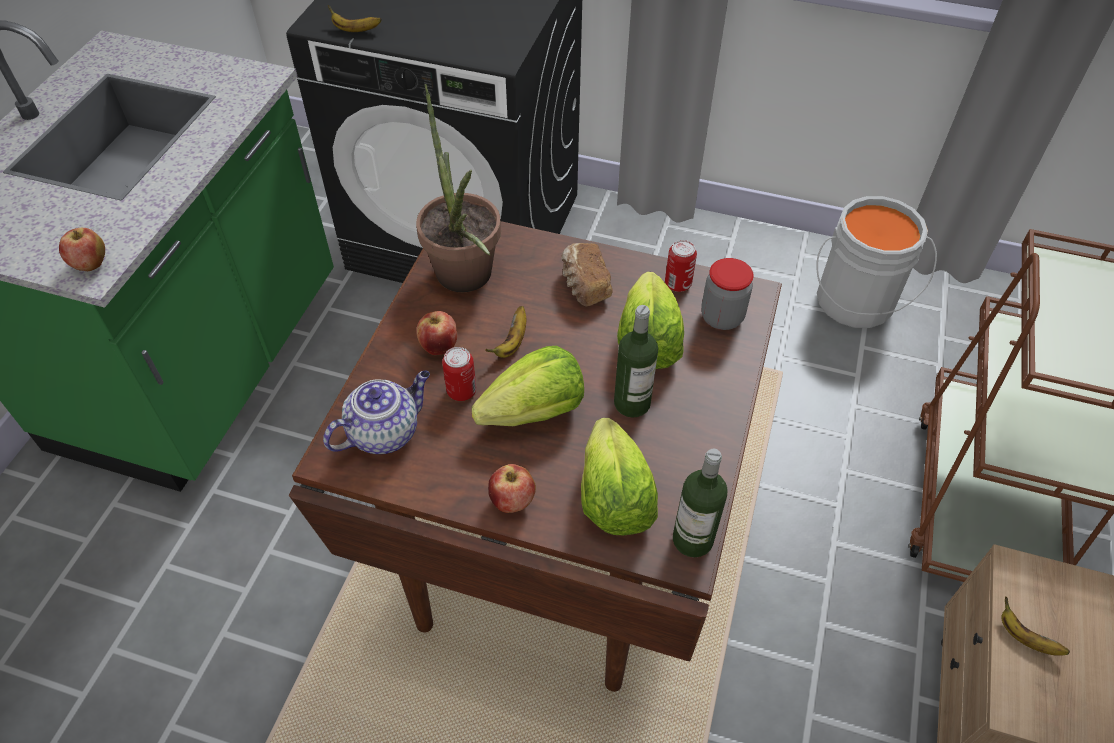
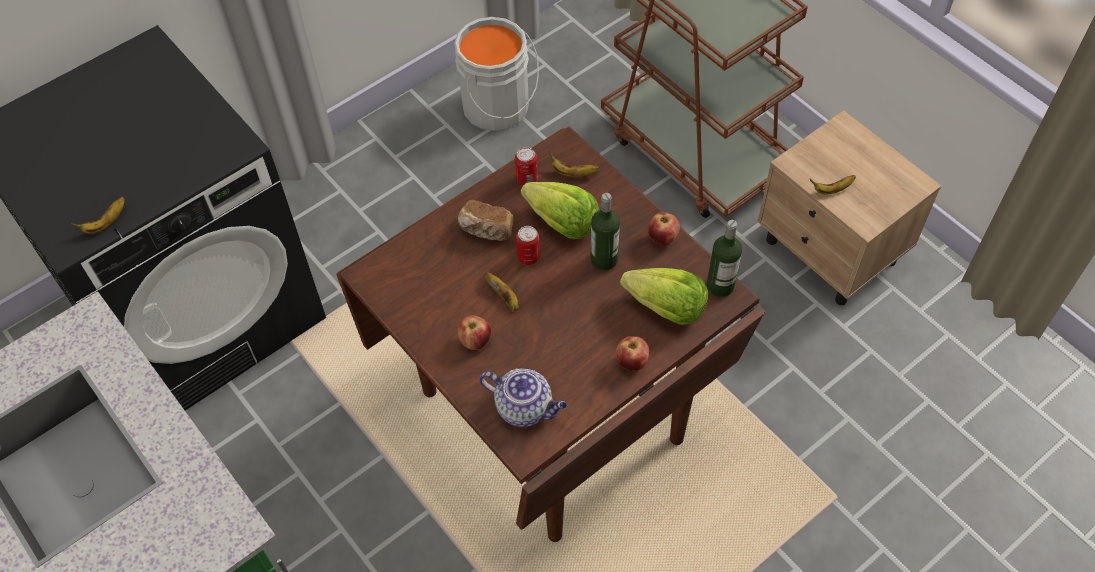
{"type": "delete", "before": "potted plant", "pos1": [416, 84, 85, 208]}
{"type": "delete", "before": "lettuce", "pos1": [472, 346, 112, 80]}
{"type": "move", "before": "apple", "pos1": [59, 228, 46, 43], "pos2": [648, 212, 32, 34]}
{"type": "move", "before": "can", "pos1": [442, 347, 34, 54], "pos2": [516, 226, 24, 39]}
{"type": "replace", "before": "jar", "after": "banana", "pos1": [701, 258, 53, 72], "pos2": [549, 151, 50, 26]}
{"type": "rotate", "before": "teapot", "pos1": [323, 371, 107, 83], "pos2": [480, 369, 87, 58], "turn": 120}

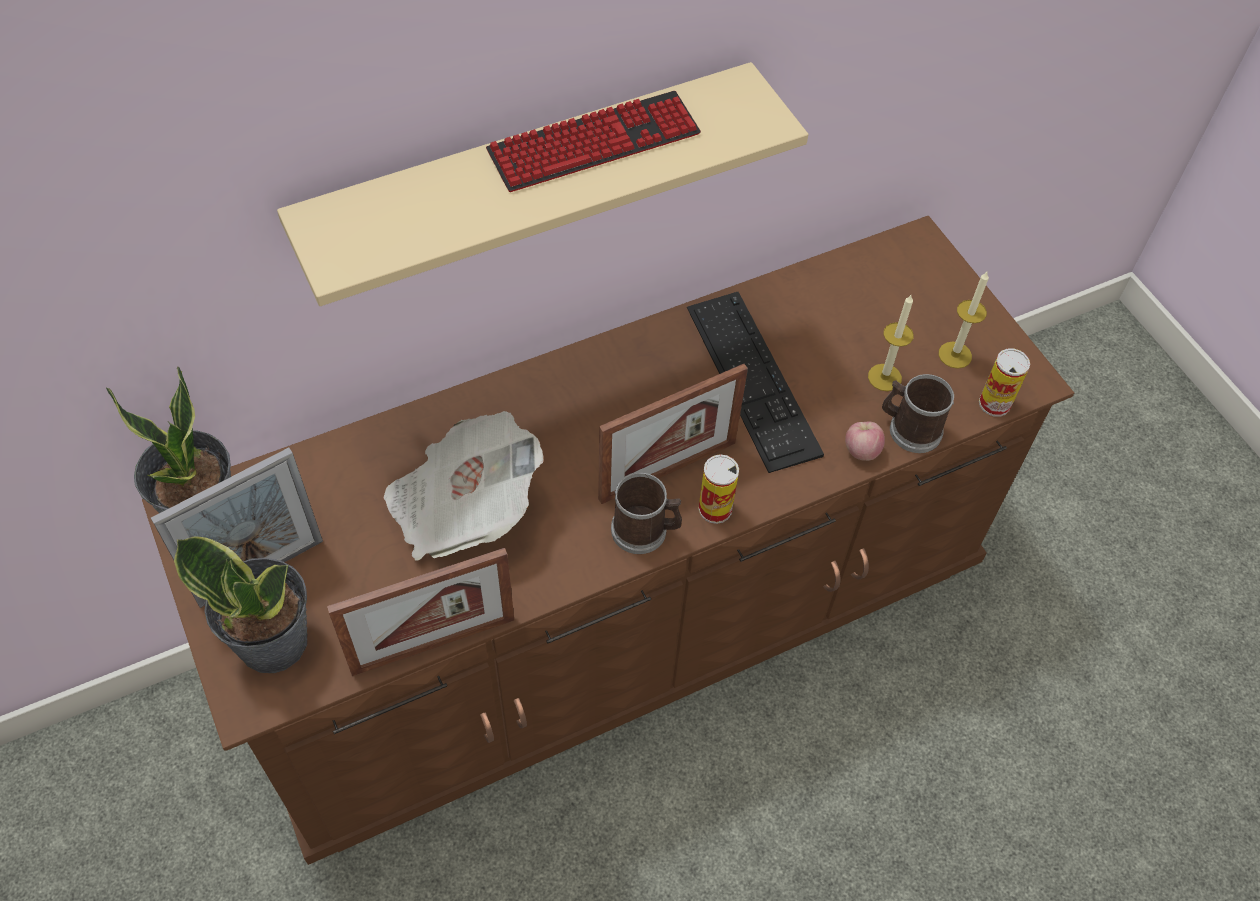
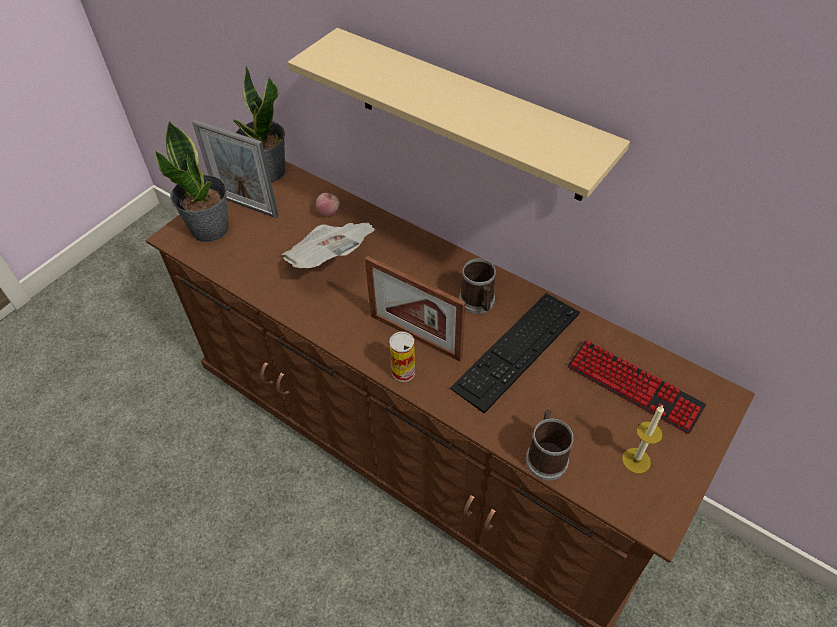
{"type": "delete", "before": "picture frame", "pos1": [327, 548, 187, 128]}
{"type": "delete", "before": "candle", "pos1": [868, 295, 46, 96]}
{"type": "delete", "before": "can", "pos1": [979, 349, 51, 68]}
{"type": "move", "before": "keyboard", "pos1": [486, 91, 215, 101], "pos2": [567, 340, 139, 94]}
{"type": "move", "before": "mug", "pos1": [611, 473, 71, 81], "pos2": [459, 259, 37, 55]}
{"type": "move", "before": "apple", "pos1": [845, 422, 40, 39], "pos2": [316, 193, 24, 24]}

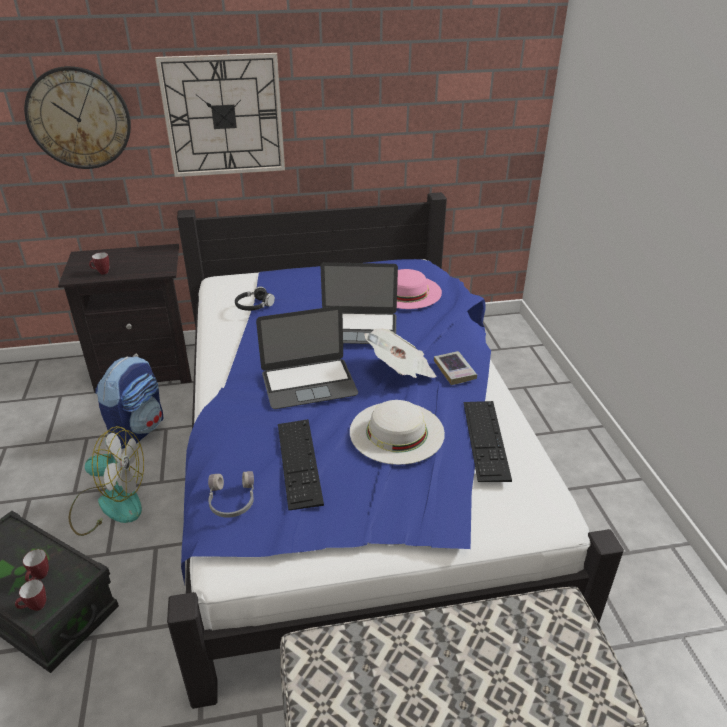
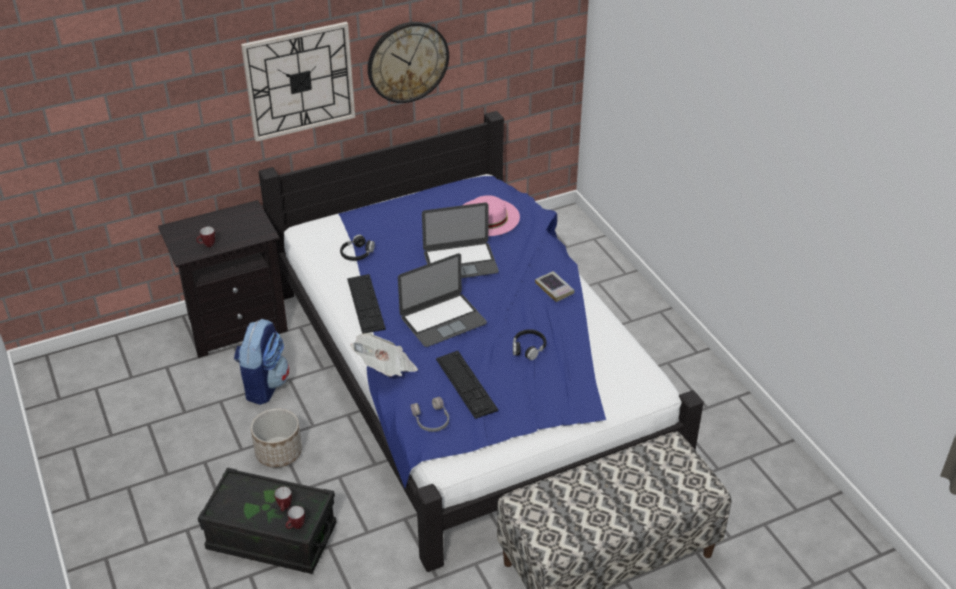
{"type": "move", "before": "wall clock", "pos1": [24, 66, 107, 103], "pos2": [368, 22, 81, 81]}
{"type": "move", "before": "newspaper", "pos1": [364, 329, 72, 49], "pos2": [350, 333, 68, 44]}
{"type": "move", "before": "keyboard", "pos1": [464, 401, 48, 81], "pos2": [347, 274, 39, 60]}
{"type": "replace", "before": "fan", "after": "planter", "pos1": [68, 426, 76, 110], "pos2": [251, 409, 51, 59]}
{"type": "replace", "before": "hat (white)", "after": "headphones (black)", "pos1": [350, 400, 95, 65], "pos2": [513, 329, 33, 31]}

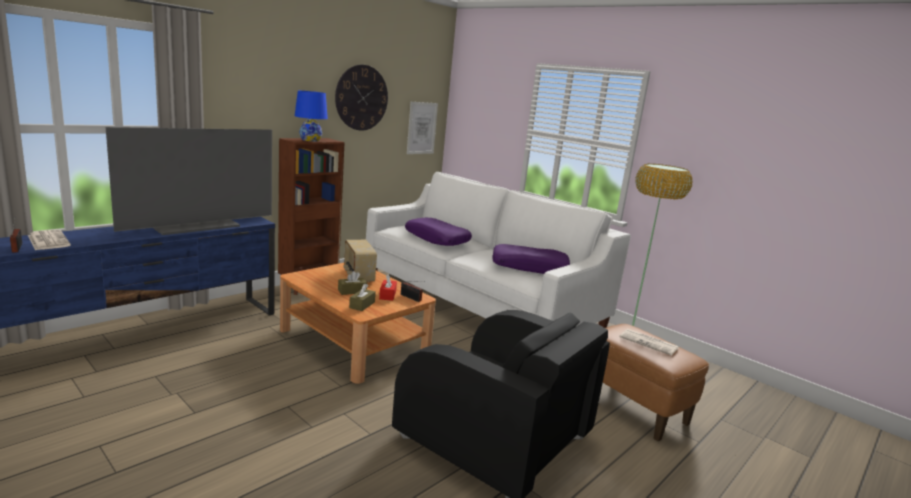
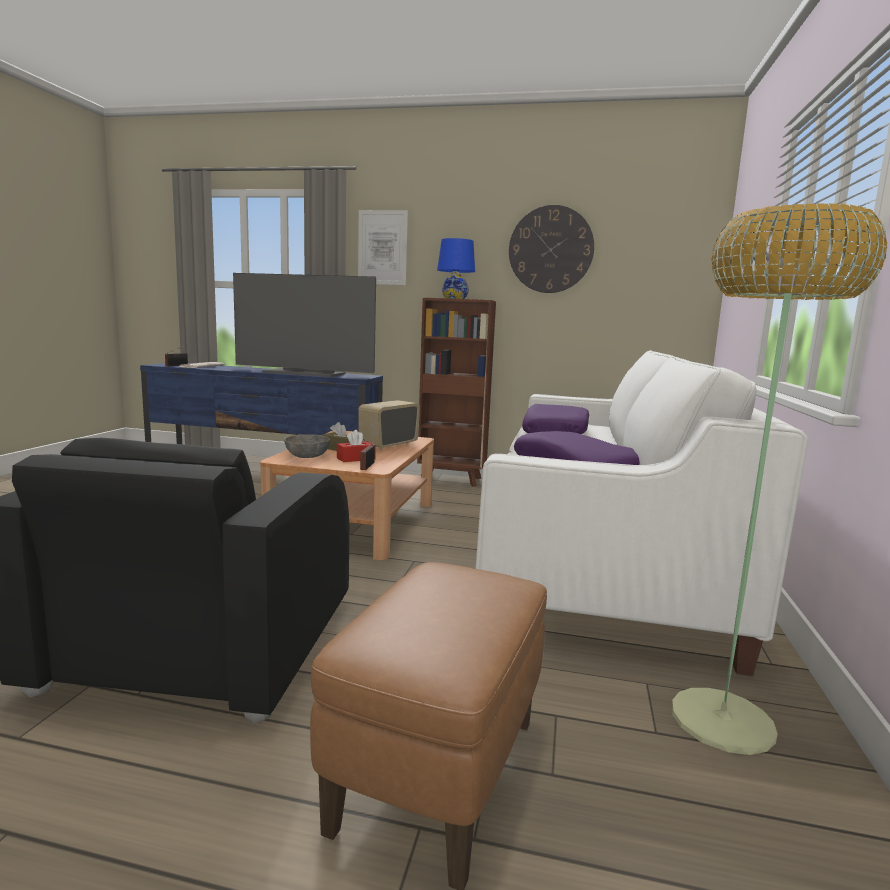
{"type": "delete", "before": "newspaper", "pos1": [619, 329, 60, 26]}
{"type": "move", "before": "picture", "pos1": [407, 102, 31, 52], "pos2": [358, 210, 50, 75]}
{"type": "replace", "before": "tissue box (brown)", "after": "bowl (grey)", "pos1": [349, 284, 27, 27], "pos2": [284, 434, 46, 24]}

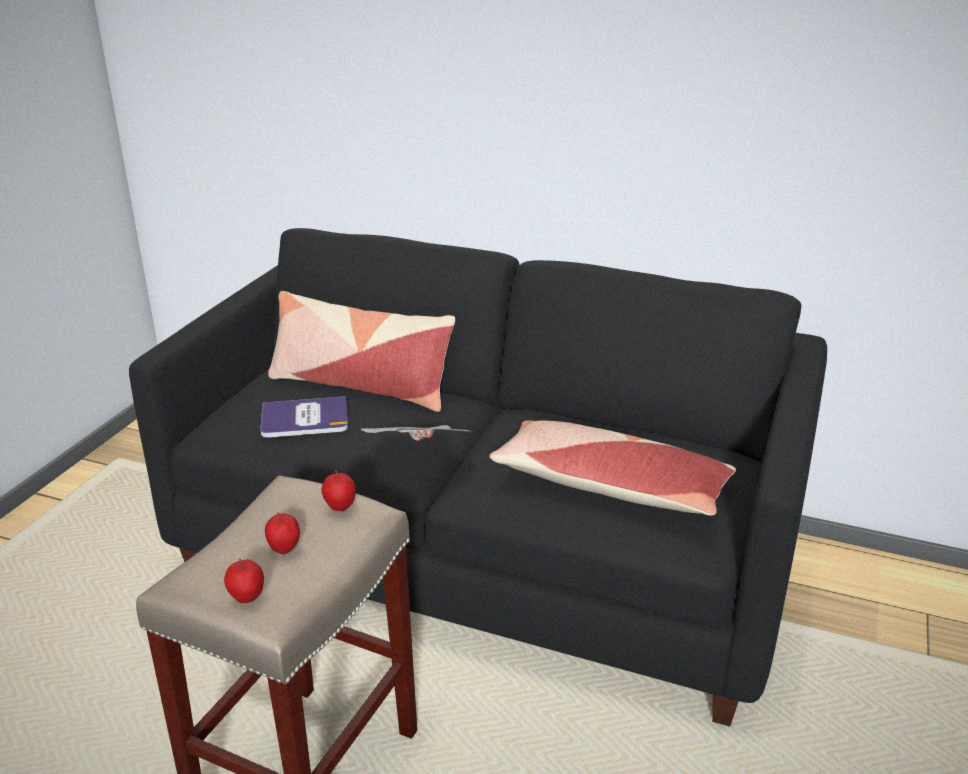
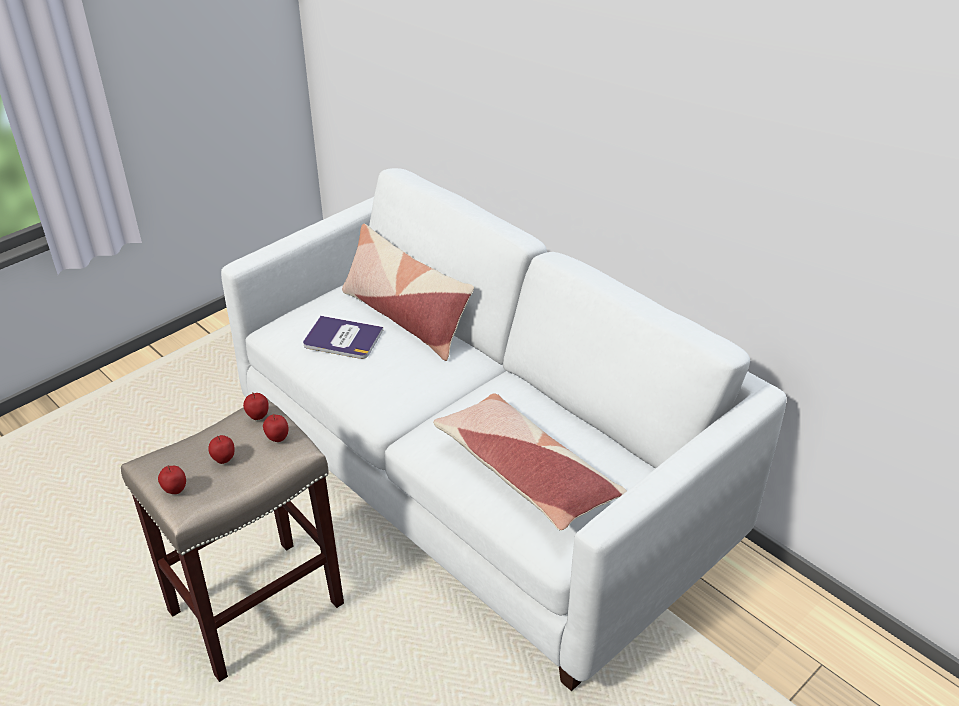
{"type": "delete", "before": "newspaper", "pos1": [360, 425, 113, 16]}
{"type": "insert", "after": "apple", "pos2": [243, 392, 26, 28]}
{"type": "recolor", "before": "sofa (black)", "after": "sofa (white)", "pos1": [129, 228, 698, 499], "pos2": [221, 168, 566, 523]}

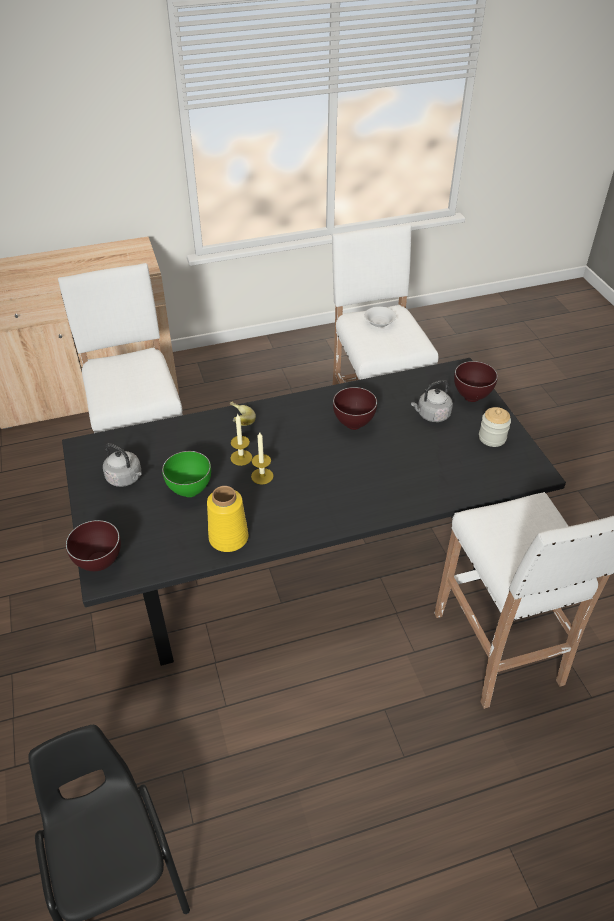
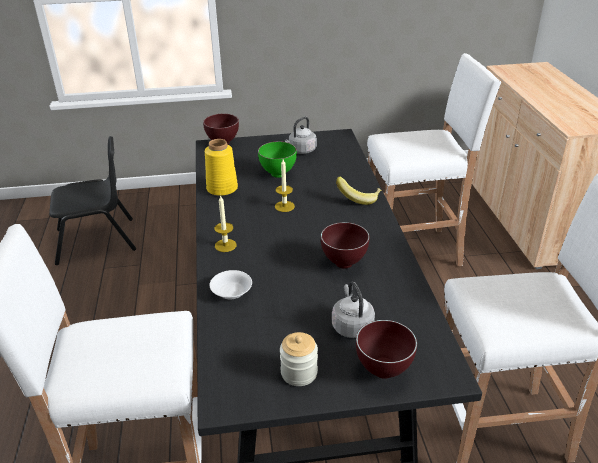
{"type": "move", "before": "candle", "pos1": [230, 413, 22, 53], "pos2": [214, 195, 23, 57]}
{"type": "move", "before": "bowl (white)", "pos1": [364, 307, 32, 20], "pos2": [209, 270, 43, 29]}

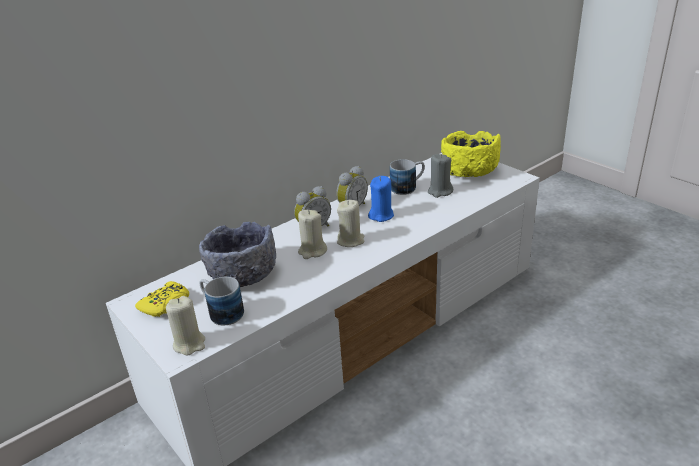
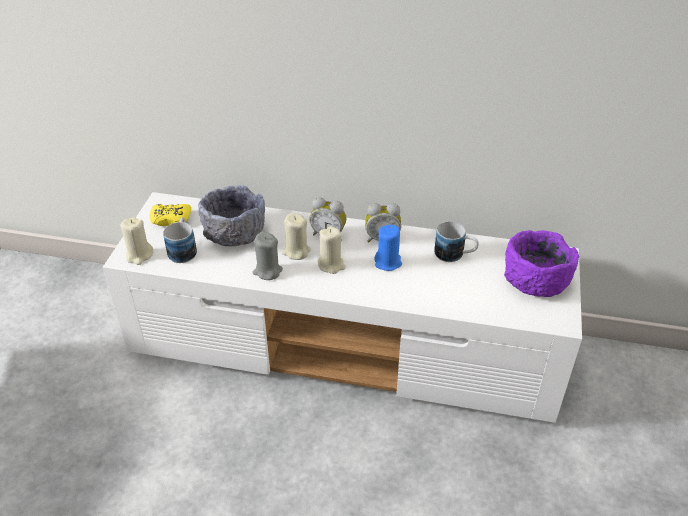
{"type": "move", "before": "candle (grey)", "pos1": [428, 154, 25, 44], "pos2": [252, 232, 31, 48]}
{"type": "recolor", "before": "bowl (yellow)", "after": "bowl (purple)", "pos1": [441, 131, 60, 46], "pos2": [504, 230, 75, 67]}

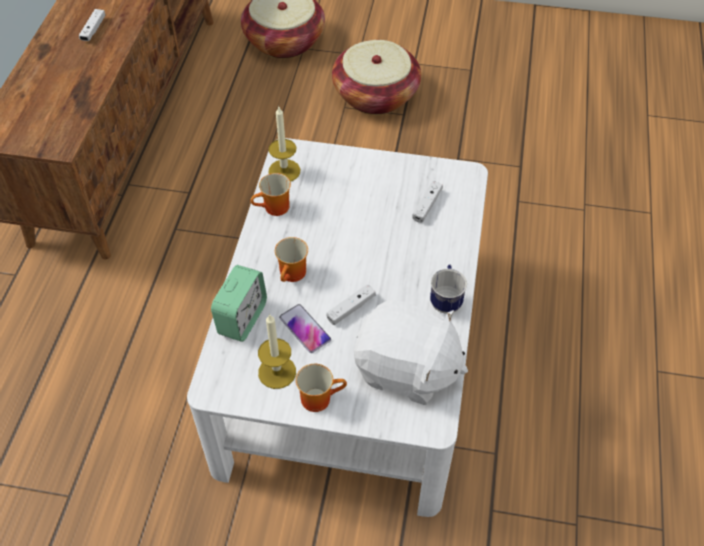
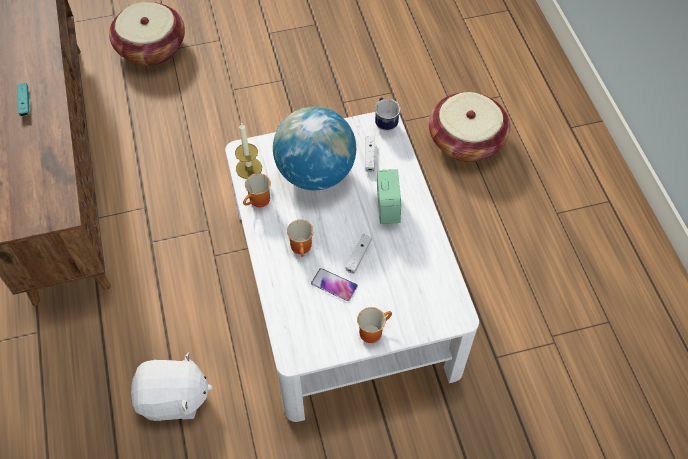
{"type": "delete", "before": "candle", "pos1": [258, 314, 38, 75]}
{"type": "insert", "after": "globe", "pos2": [273, 106, 83, 84]}
{"type": "move", "before": "alarm clock", "pos1": [211, 265, 56, 77], "pos2": [377, 169, 24, 55]}
{"type": "move", "before": "basket", "pos1": [332, 40, 89, 75], "pos2": [429, 92, 81, 70]}
{"type": "move", "before": "plush toy (white)", "pos1": [354, 300, 114, 105], "pos2": [131, 352, 82, 69]}
{"type": "move", "before": "mug", "pos1": [430, 264, 37, 50], "pos2": [375, 97, 25, 34]}
{"type": "recolor", "before": "game controller (white)", "after": "game controller (turquoise)", "pos1": [79, 9, 26, 32], "pos2": [17, 83, 13, 33]}

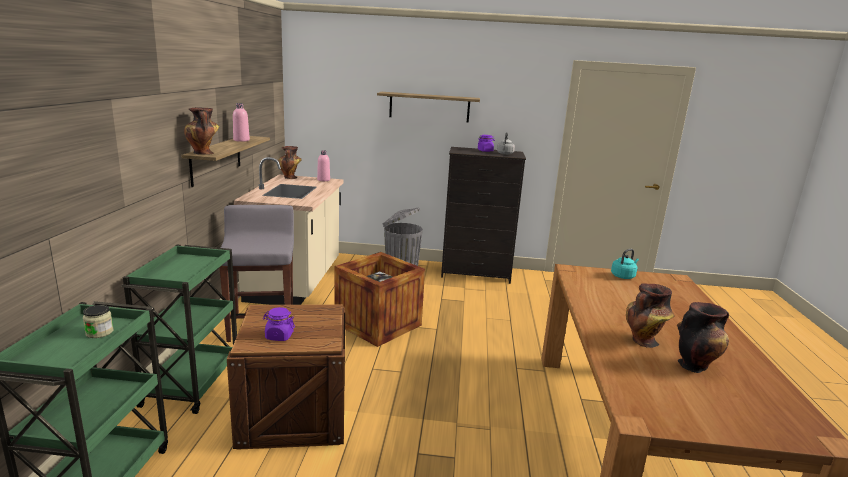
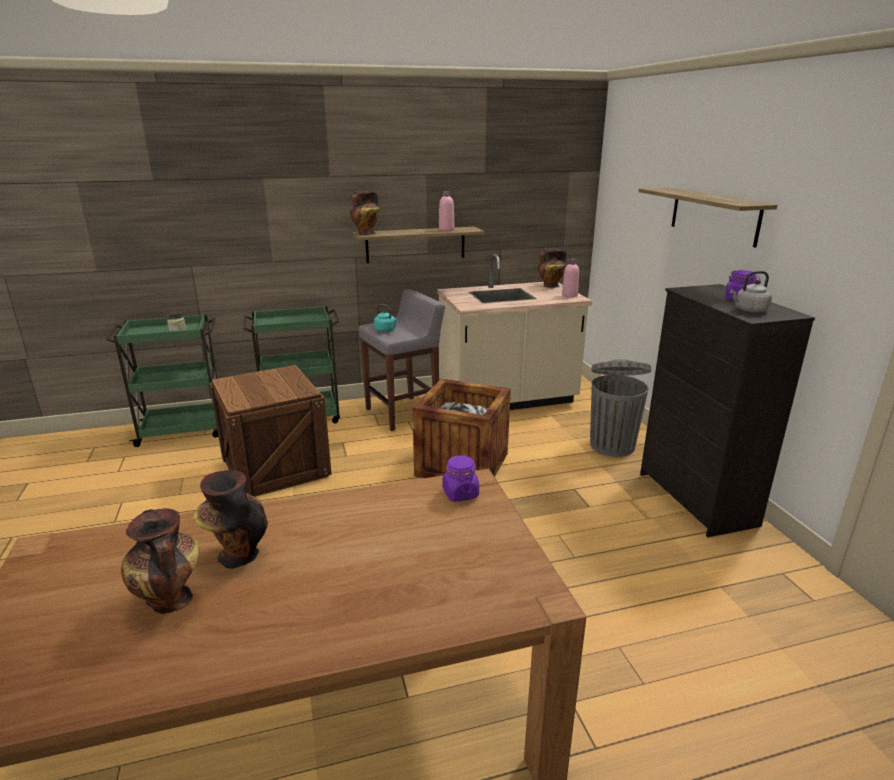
{"type": "move", "before": "jar (purple)", "pos1": [263, 307, 32, 34], "pos2": [443, 455, 36, 47]}
{"type": "move", "before": "kettle (turquoise)", "pos1": [611, 249, 28, 30], "pos2": [374, 304, 24, 28]}

